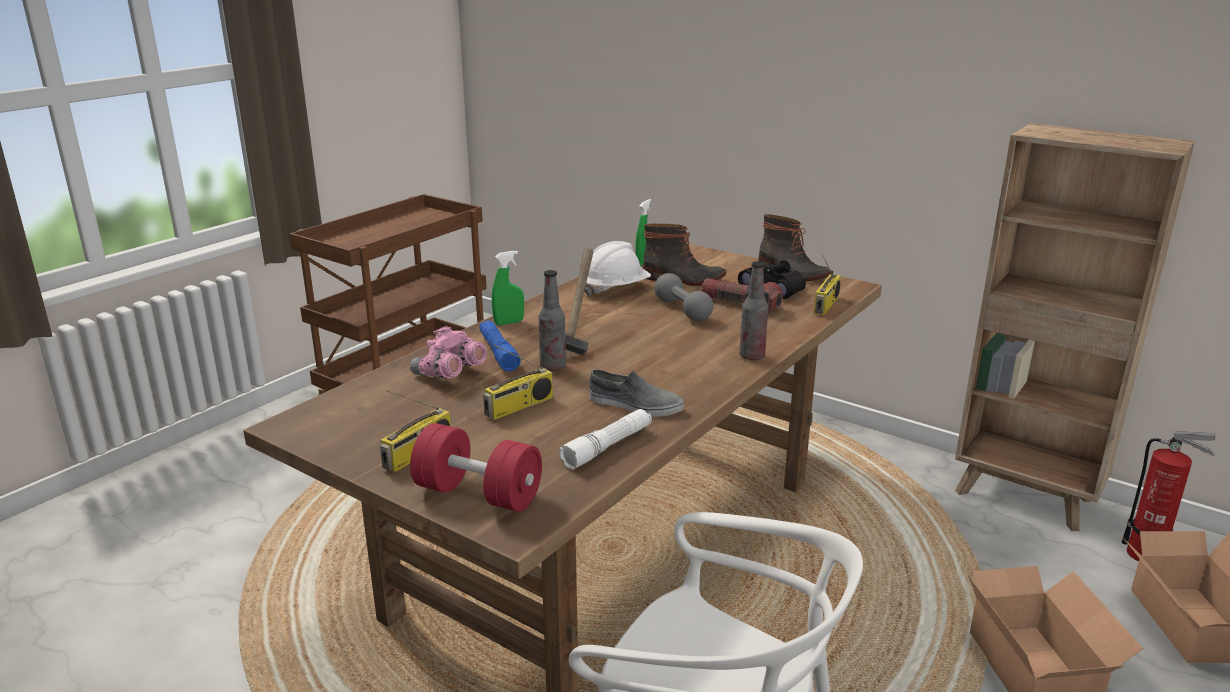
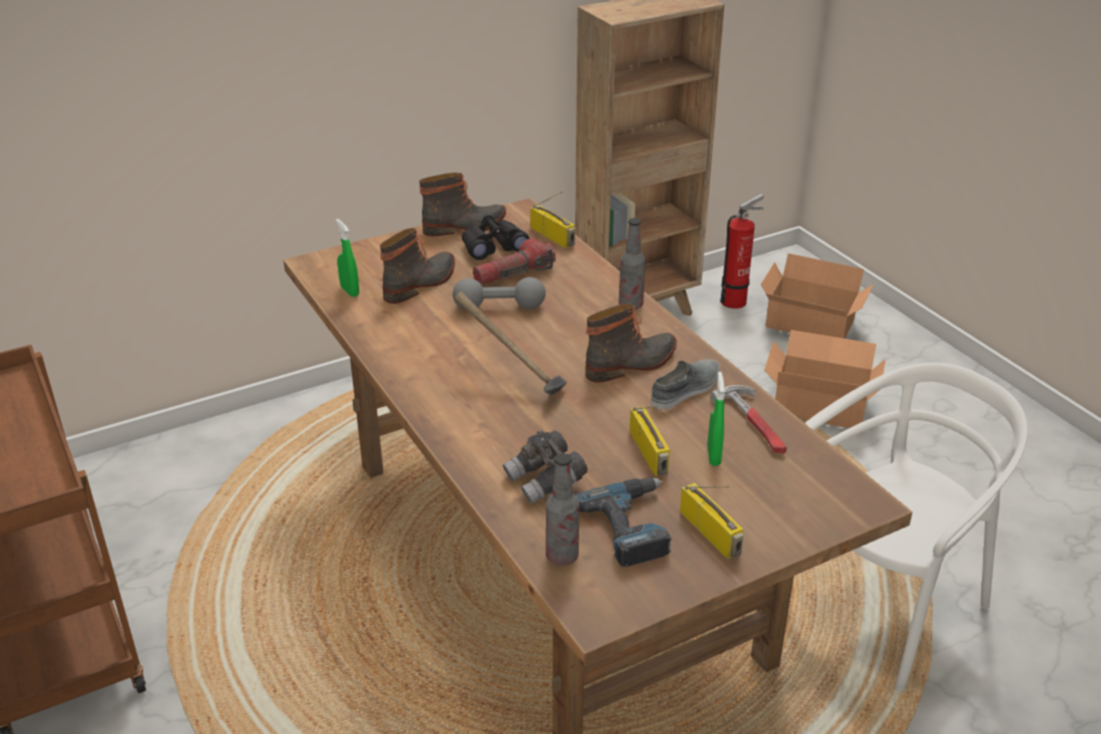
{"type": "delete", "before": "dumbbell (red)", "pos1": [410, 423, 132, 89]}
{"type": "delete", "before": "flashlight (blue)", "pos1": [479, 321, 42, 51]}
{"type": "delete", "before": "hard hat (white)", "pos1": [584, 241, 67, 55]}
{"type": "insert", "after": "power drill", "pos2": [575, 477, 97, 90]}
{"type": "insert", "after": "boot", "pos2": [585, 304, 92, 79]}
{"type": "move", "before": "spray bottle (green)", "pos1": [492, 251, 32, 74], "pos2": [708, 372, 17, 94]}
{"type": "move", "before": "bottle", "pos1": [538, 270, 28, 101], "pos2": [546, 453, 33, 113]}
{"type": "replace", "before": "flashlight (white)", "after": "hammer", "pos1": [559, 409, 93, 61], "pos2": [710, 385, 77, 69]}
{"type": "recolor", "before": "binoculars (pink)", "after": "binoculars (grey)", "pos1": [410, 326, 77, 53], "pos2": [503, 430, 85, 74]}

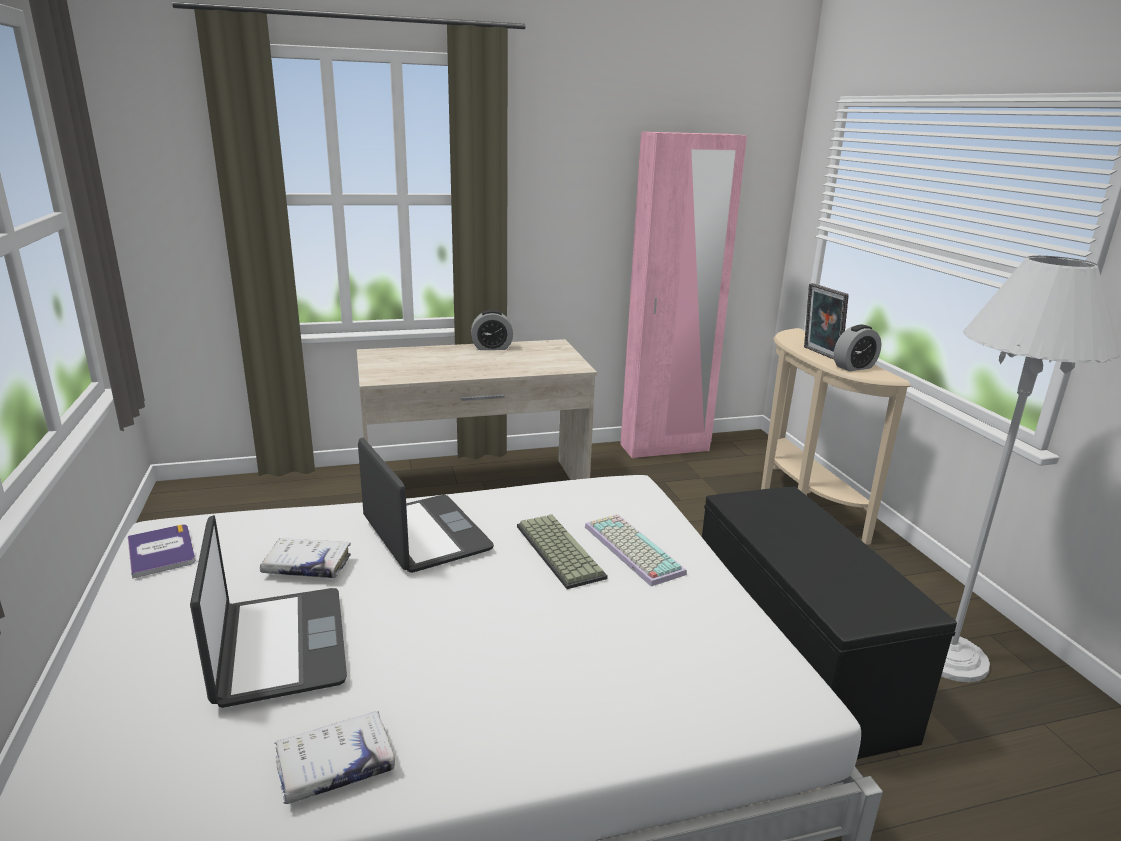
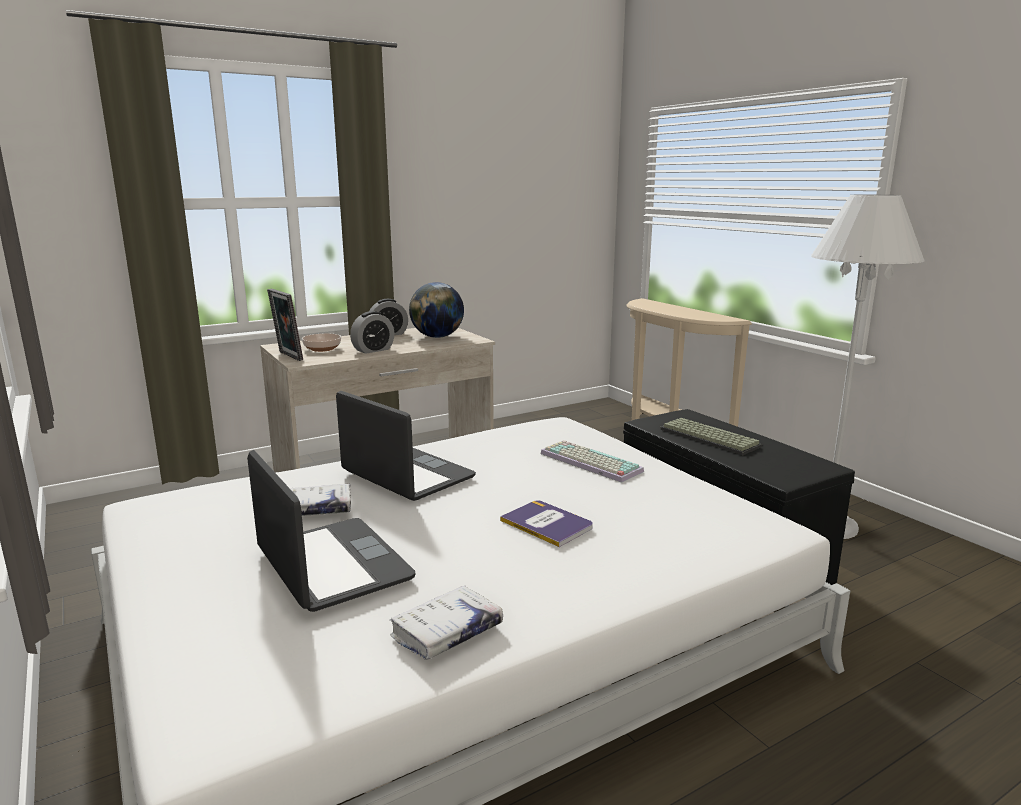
{"type": "delete", "before": "wardrobe (pink)", "pos1": [620, 132, 127, 326]}
{"type": "insert", "after": "bowl", "pos2": [302, 334, 39, 18]}
{"type": "insert", "after": "globe", "pos2": [409, 282, 55, 56]}
{"type": "move", "before": "book", "pos1": [128, 524, 67, 54], "pos2": [500, 500, 93, 47]}
{"type": "move", "before": "keyboard", "pos1": [517, 514, 91, 75], "pos2": [660, 418, 102, 37]}
{"type": "move", "before": "picture frame", "pos1": [804, 283, 45, 76], "pos2": [267, 289, 36, 72]}
{"type": "move", "before": "alarm clock", "pos1": [834, 325, 48, 46], "pos2": [350, 311, 44, 43]}

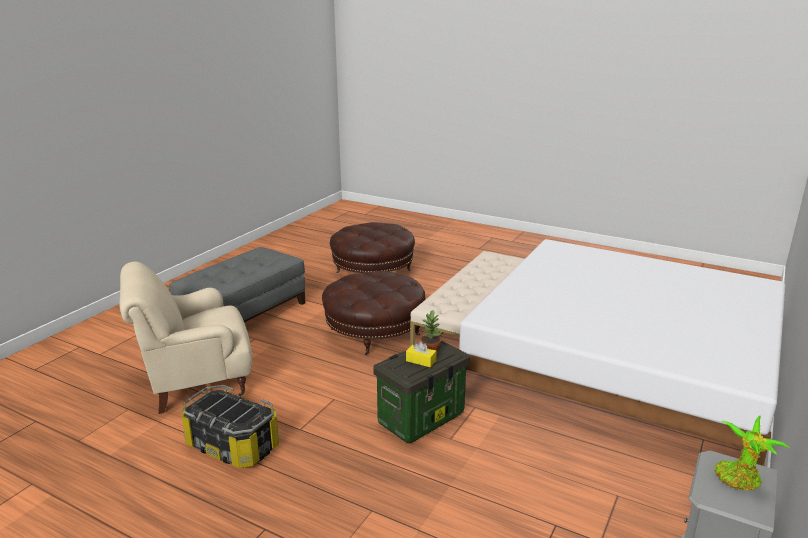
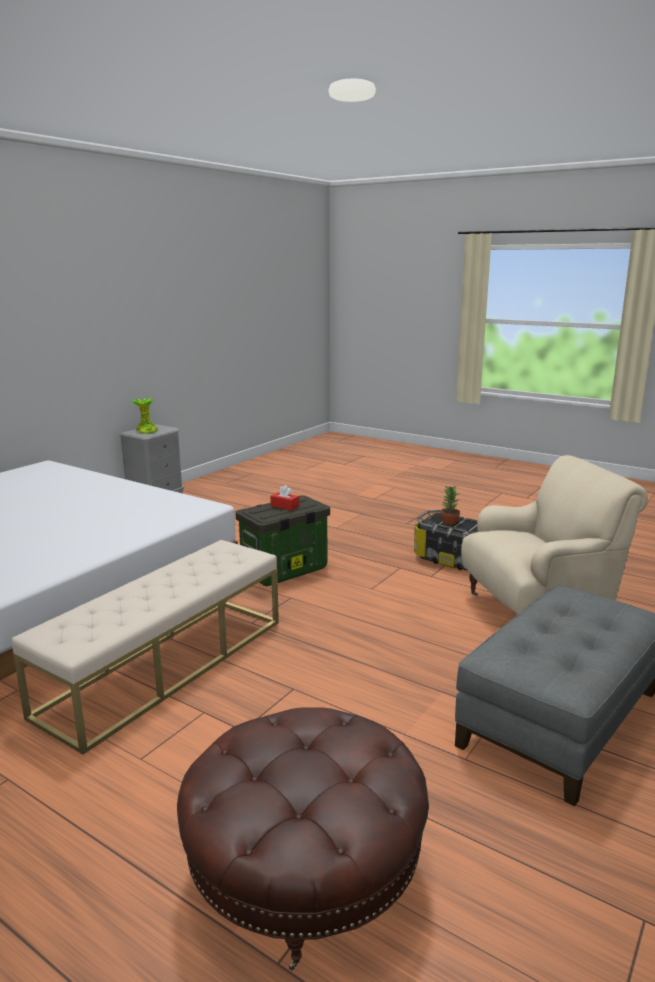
{"type": "delete", "before": "ottoman (brown)", "pos1": [322, 271, 104, 84]}
{"type": "move", "before": "potted plant", "pos1": [420, 309, 21, 44], "pos2": [440, 485, 20, 40]}
{"type": "recolor", "before": "tissue box (yellow)", "after": "tissue box (red)", "pos1": [406, 341, 30, 26], "pos2": [270, 485, 29, 26]}

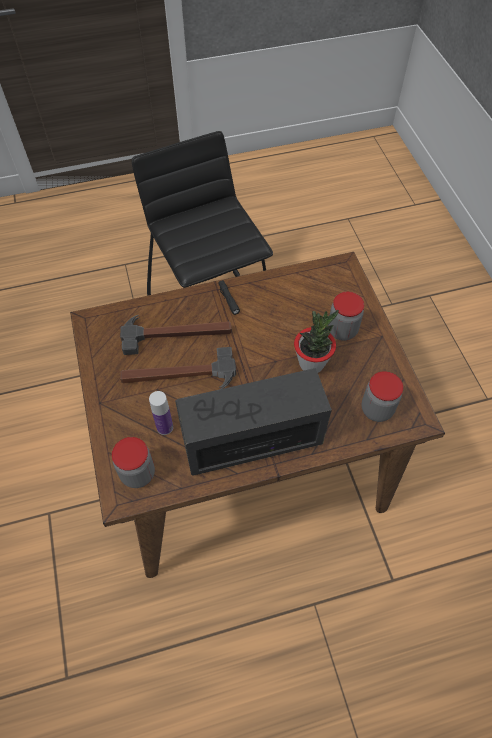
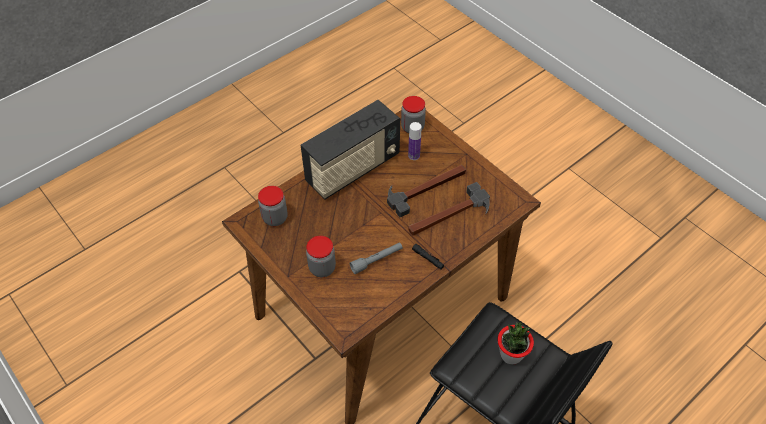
{"type": "insert", "after": "flashlight (grey)", "pos2": [349, 242, 54, 32]}
{"type": "move", "before": "potted plant", "pos1": [294, 310, 45, 63], "pos2": [497, 322, 37, 42]}

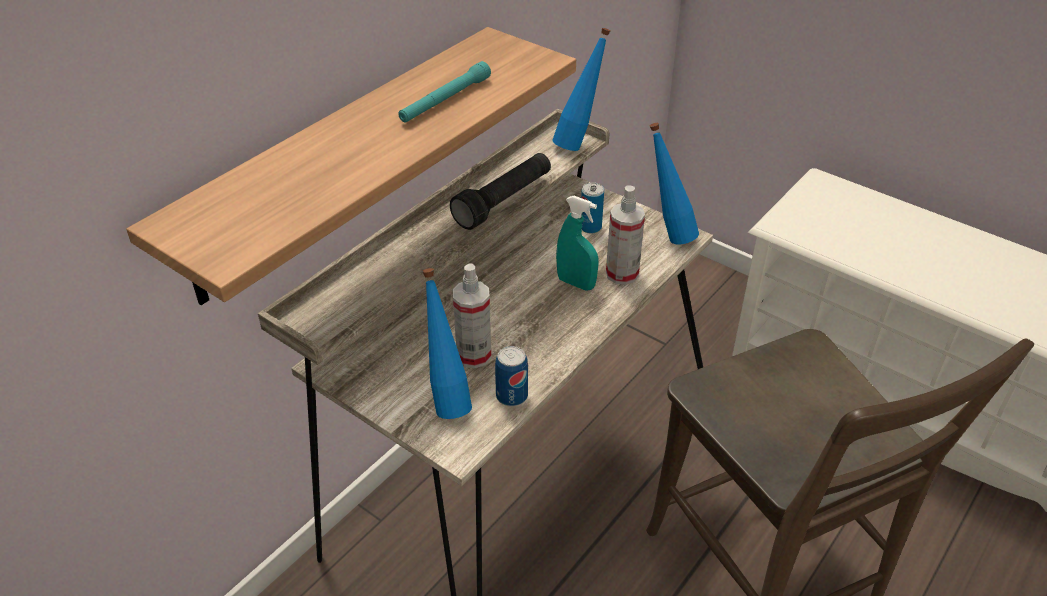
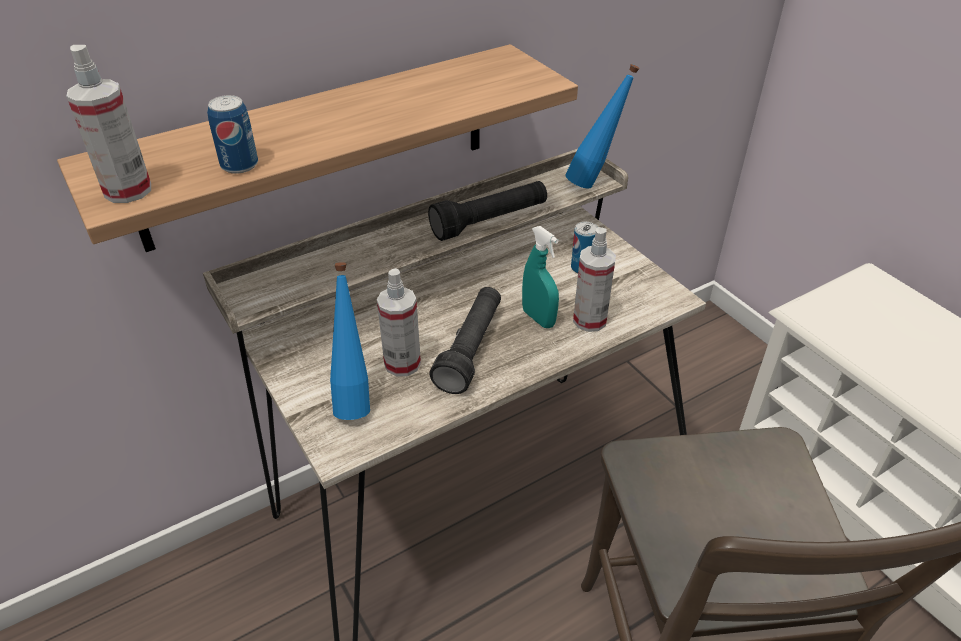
{"type": "delete", "before": "flashlight (turquoise)", "pos1": [399, 61, 92, 62]}
{"type": "delete", "before": "bottle (blue)", "pos1": [650, 123, 49, 122]}
{"type": "insert", "after": "spray bottle", "pos2": [66, 45, 85, 158]}
{"type": "insert", "after": "flashlight (black)", "pos2": [429, 287, 72, 107]}
{"type": "move", "before": "can", "pos1": [495, 346, 33, 61], "pos2": [207, 95, 51, 79]}

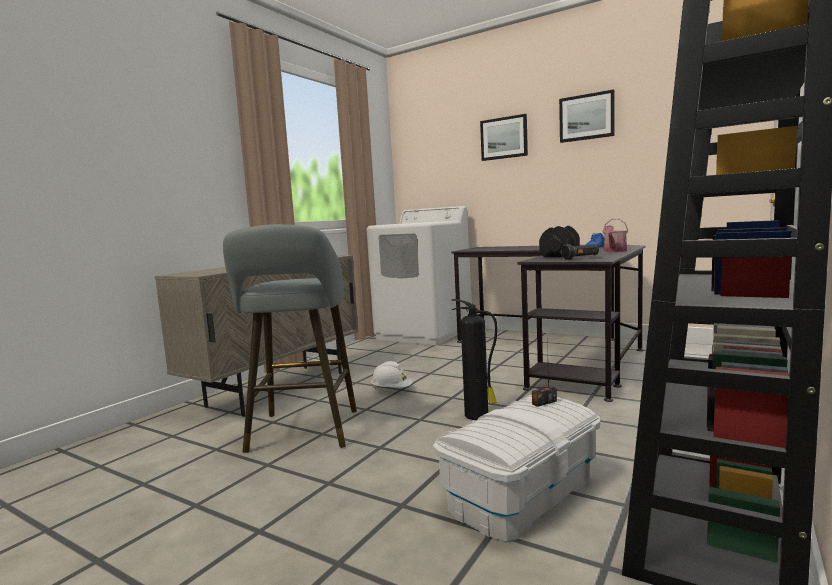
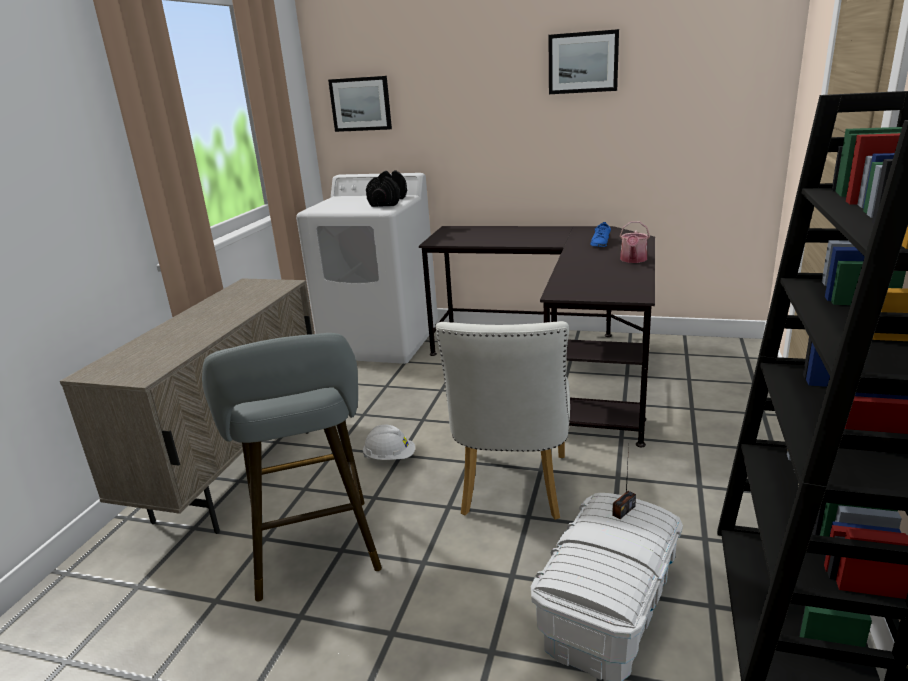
{"type": "delete", "before": "flashlight (black)", "pos1": [561, 244, 38, 16]}
{"type": "move", "before": "picture", "pos1": [480, 114, 48, 47], "pos2": [328, 76, 64, 56]}
{"type": "move", "before": "dumbbell (black)", "pos1": [539, 226, 41, 31], "pos2": [366, 170, 41, 37]}
{"type": "replace", "before": "fire extinguisher", "after": "chair (white)", "pos1": [452, 299, 45, 121], "pos2": [436, 321, 134, 199]}

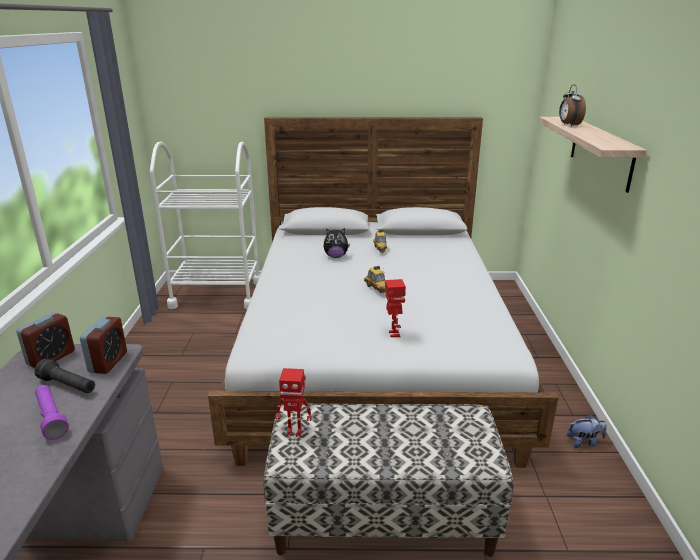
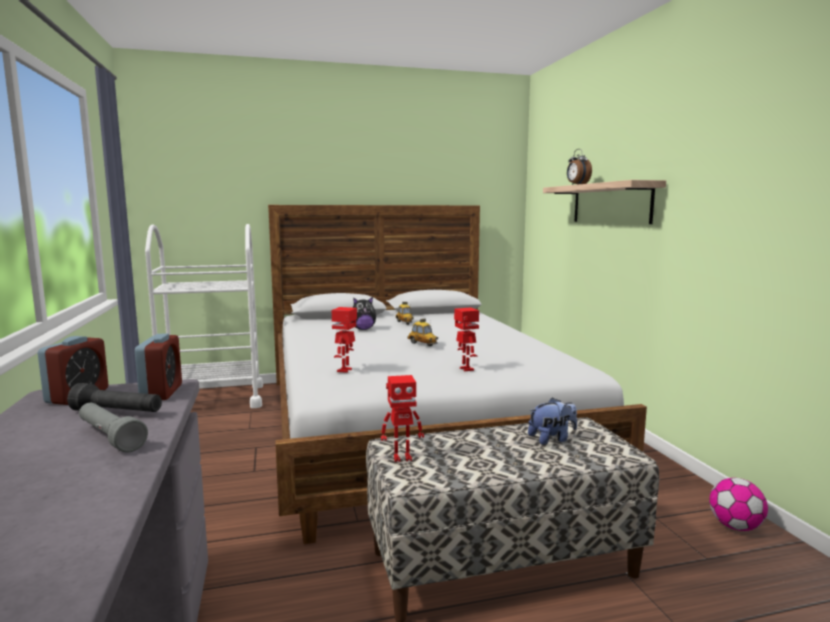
{"type": "insert", "after": "toy robot", "pos2": [332, 307, 25, 66]}
{"type": "insert", "after": "football", "pos2": [710, 478, 58, 53]}
{"type": "move", "before": "plush toy", "pos1": [567, 414, 40, 34], "pos2": [528, 397, 49, 48]}
{"type": "recolor", "before": "flashlight (purple)", "after": "flashlight (grey)", "pos1": [35, 385, 34, 55], "pos2": [79, 403, 69, 50]}

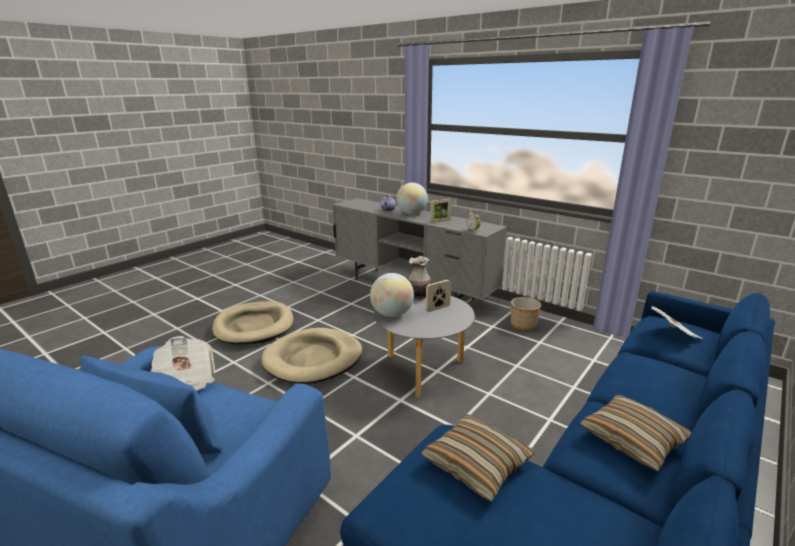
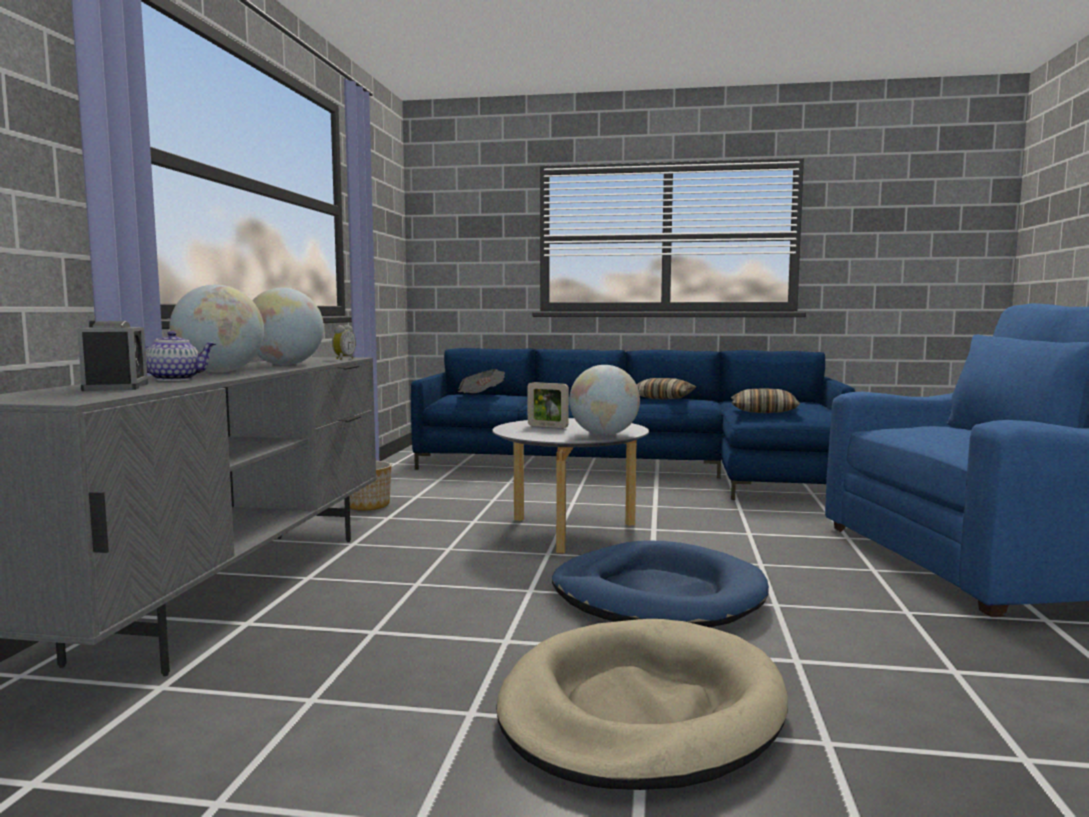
{"type": "delete", "before": "newspaper", "pos1": [151, 336, 64, 55]}
{"type": "delete", "before": "vase", "pos1": [408, 256, 24, 44]}
{"type": "insert", "after": "alarm clock", "pos2": [77, 321, 71, 70]}
{"type": "replace", "before": "picture frame", "after": "globe", "pos1": [430, 199, 21, 24], "pos2": [252, 288, 72, 77]}
{"type": "recolor", "before": "dog bed (beige)", "after": "dog bed (blue)", "pos1": [261, 328, 101, 56], "pos2": [552, 540, 217, 87]}

